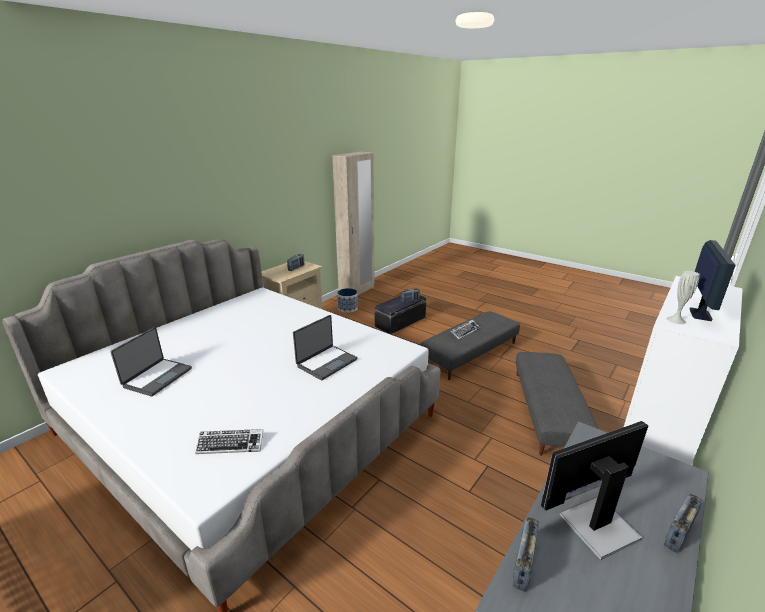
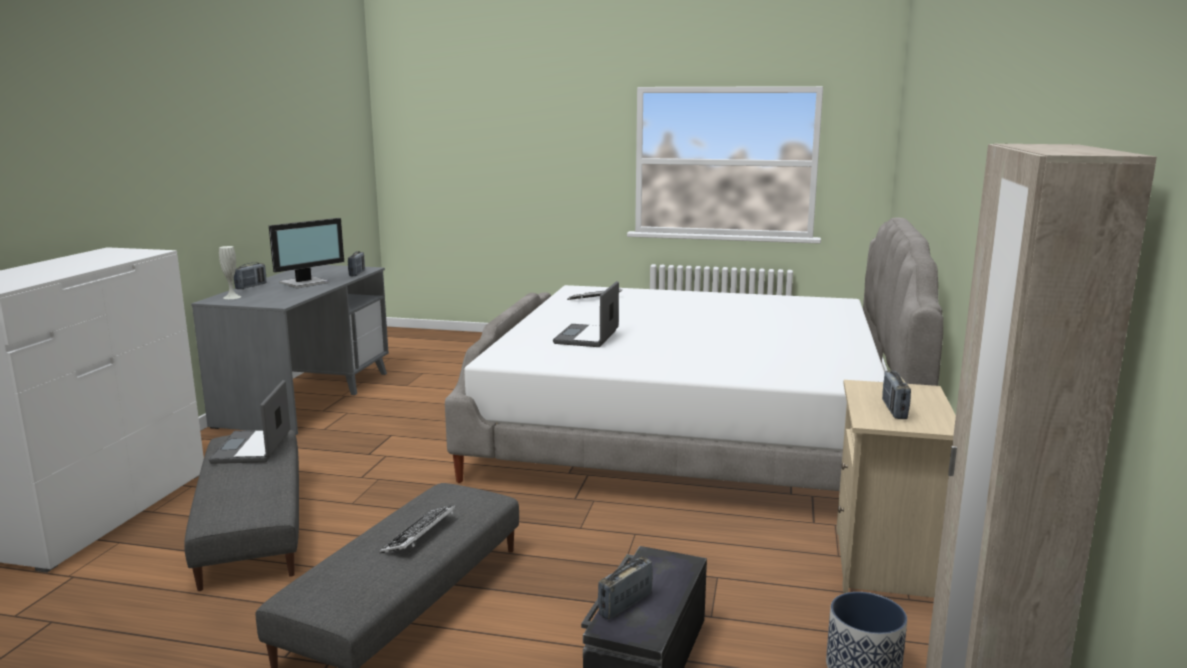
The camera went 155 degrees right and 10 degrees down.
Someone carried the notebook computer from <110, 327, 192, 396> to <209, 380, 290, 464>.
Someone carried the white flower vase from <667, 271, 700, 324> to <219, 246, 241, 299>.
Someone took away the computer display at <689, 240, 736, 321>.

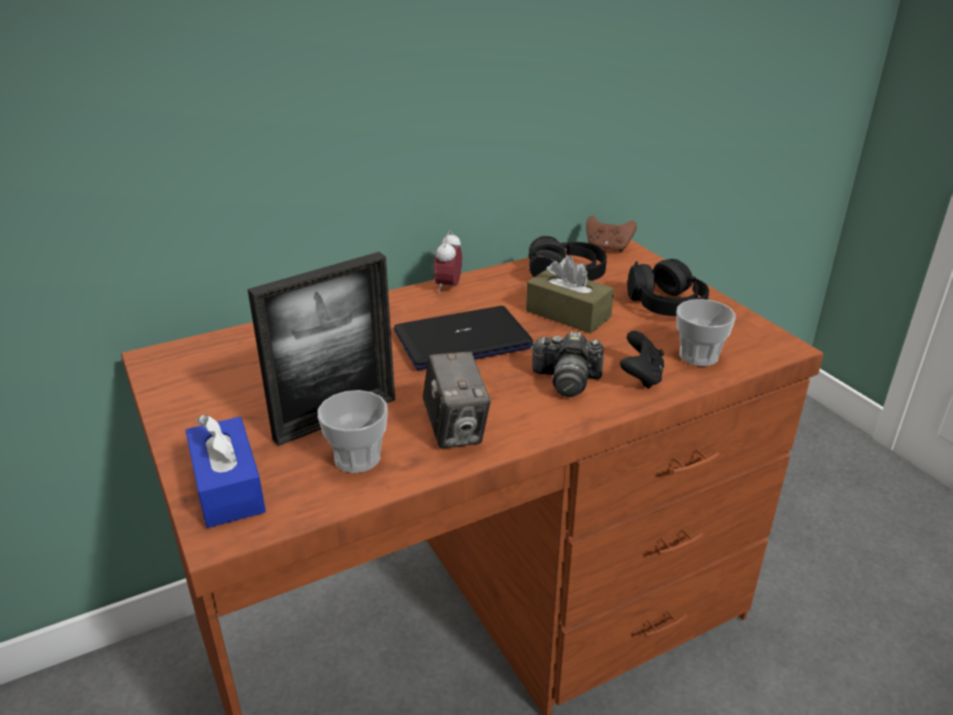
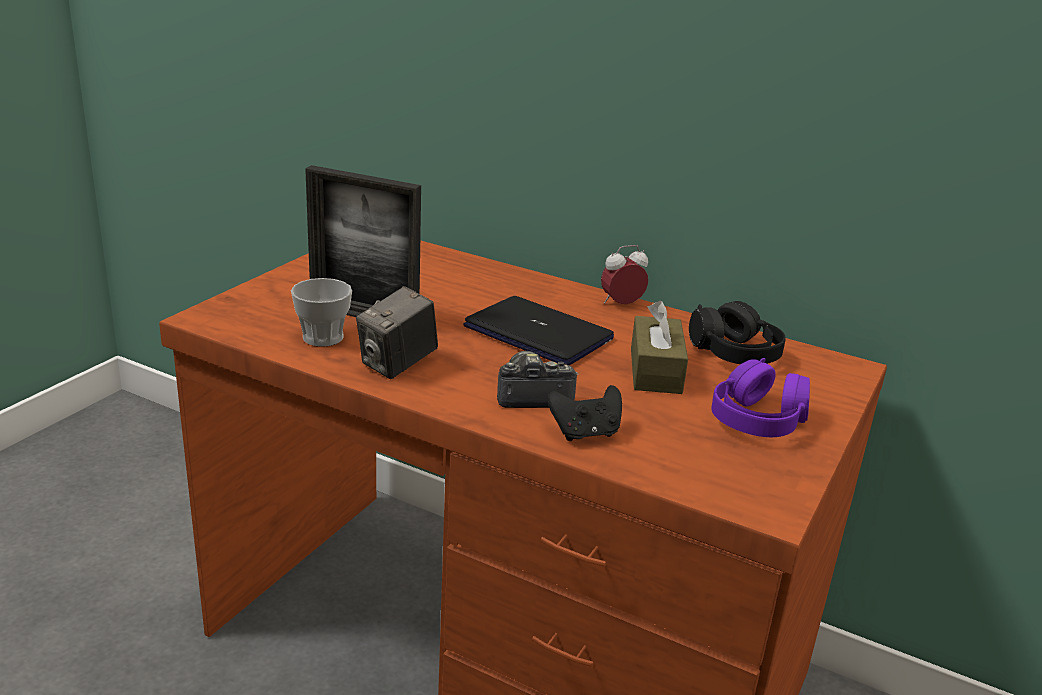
The camera went 55 degrees right and 5 degrees down.
Someone rotated the still camera at <530, 331, 604, 397> by 105 degrees clockwise.
Someone repainted the black-coloured pair of headphones at <627, 259, 709, 316>, which became the purplish pair of headphones at <711, 358, 810, 437>.
Someone took away the blue-coloured box of tissues at <185, 414, 266, 528>.
Someone took away the brown-coloured gamepad at <586, 216, 637, 253>.
Someone took away the cup at <676, 299, 736, 366>.

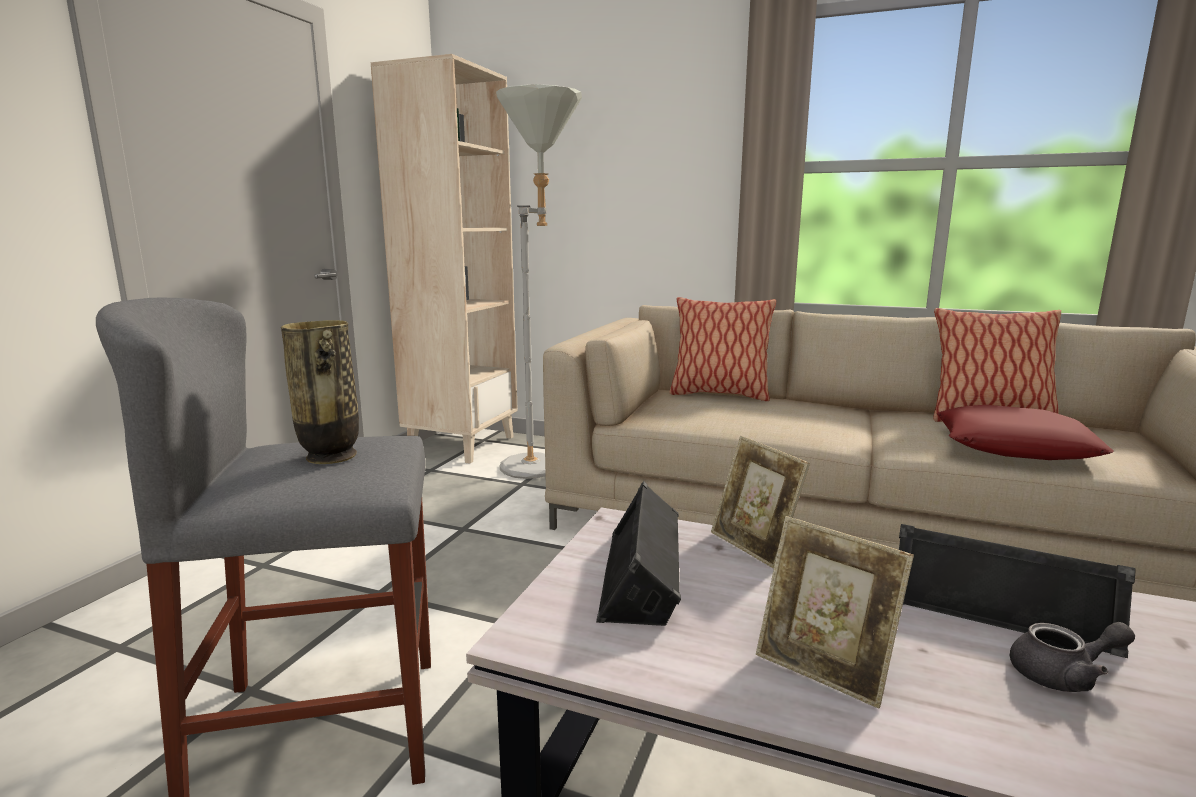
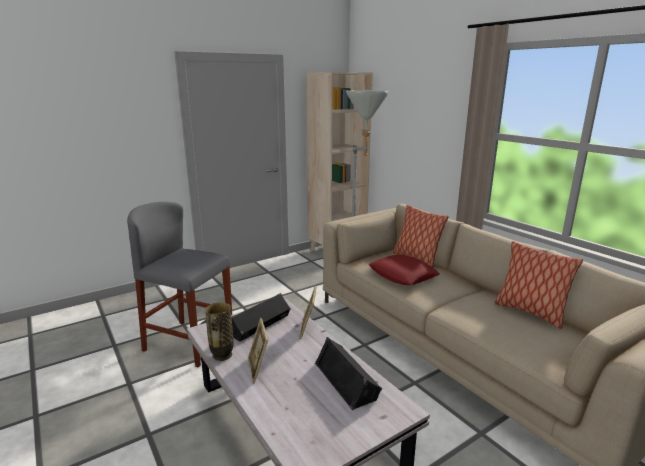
The camera went 35 degrees right and 5 degrees up.
Someone carried the flower vase from <281, 320, 359, 464> to <205, 302, 234, 361>.
Someone carried the red cushion from <937, 405, 1114, 460> to <369, 255, 440, 285>.
Someone took away the greyish tea pot at <1010, 622, 1135, 692>.

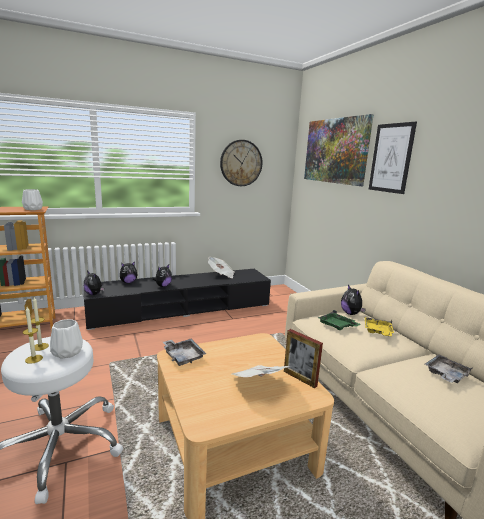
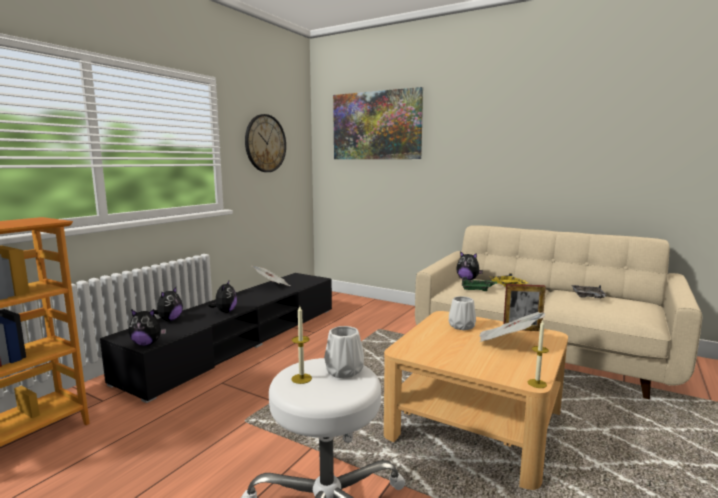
The camera went 35 degrees left and 5 degrees down.
Someone carried the white flower vase from <22, 189, 43, 210> to <449, 296, 476, 330>.
Someone carried the candle from <22, 307, 43, 364> to <528, 320, 549, 388>.
Someone took away the greyish carrying tray at <163, 339, 206, 366>.
Someone took away the wall art at <369, 122, 417, 194>.

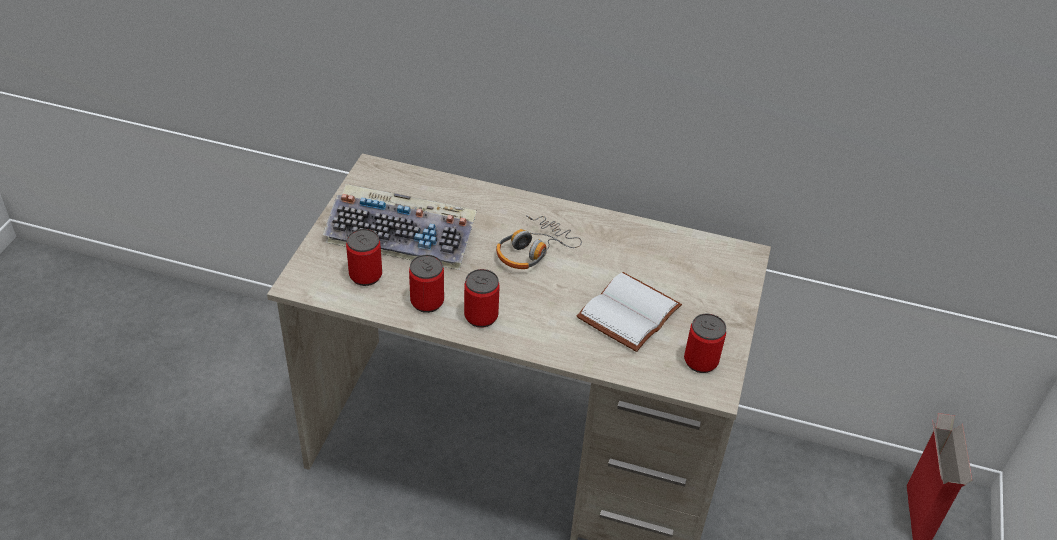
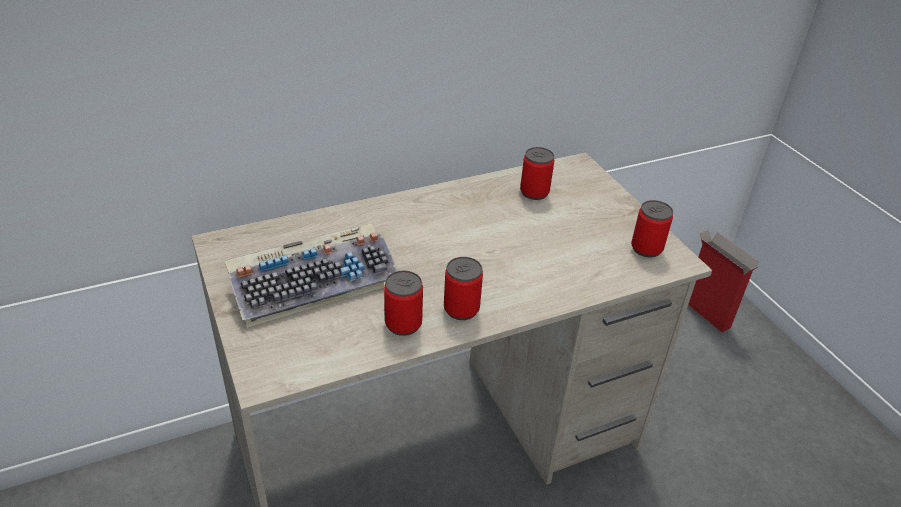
The camera went 40 degrees left and 5 degrees down.
Someone carried the metal can from <346, 229, 382, 286> to <520, 147, 554, 200>.
Someone took away the pair of headphones at <496, 215, 582, 269>.
Someone took away the white book at <577, 272, 682, 352>.

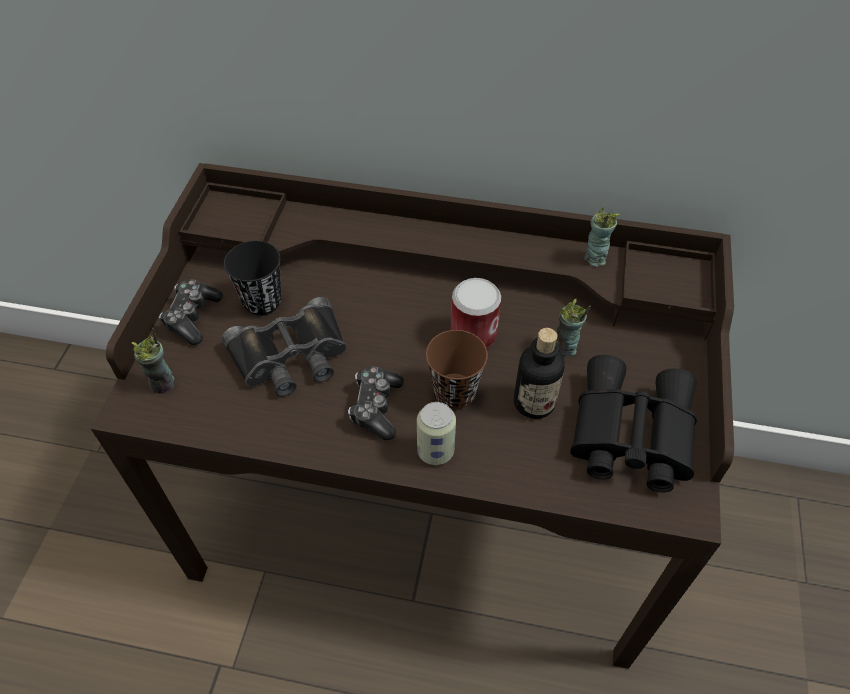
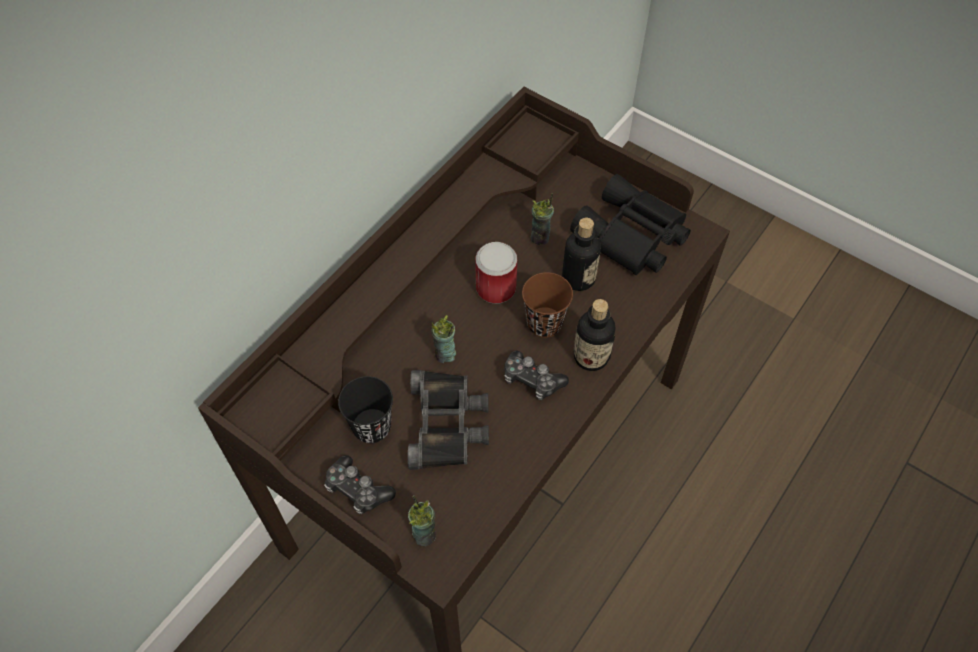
The camera went 65 degrees left and 5 degrees up.
Someone carried the cup from <584, 207, 620, 267> to <431, 315, 456, 363>.
Someone swapped the metal can at <417, 402, 456, 465> for the bottle at <574, 299, 615, 371>.

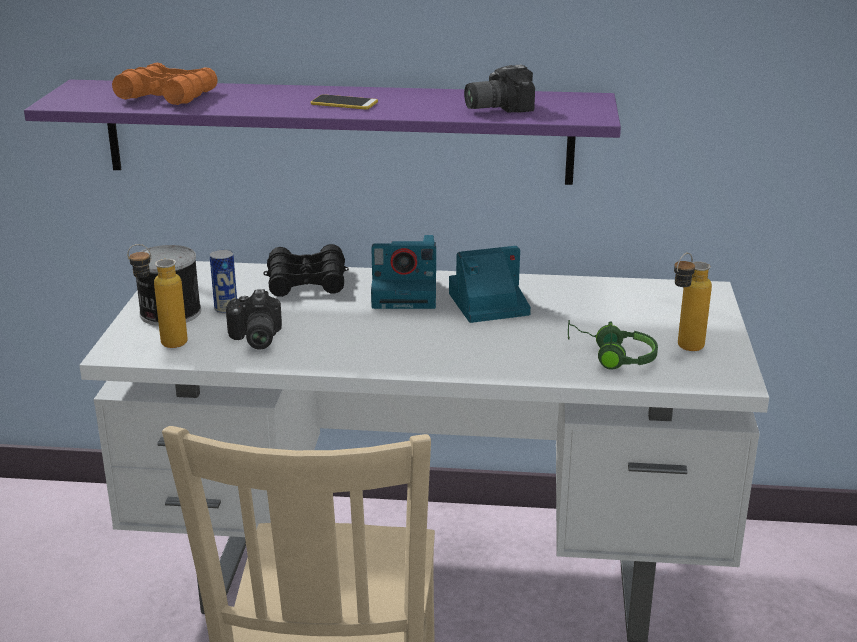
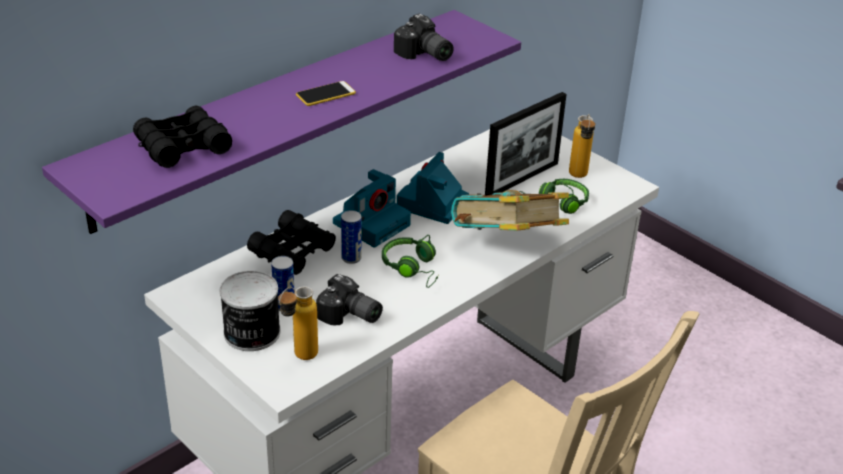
The camera went 50 degrees left and 10 degrees up.
Someone repainted the orange-coloured pair of binoculars at <112, 63, 218, 105>, which became the black-coloured pair of binoculars at <133, 106, 232, 168>.
Someone put down the metal can at <341, 210, 362, 264>.
Someone put down the green-coloured pair of headphones at <382, 235, 439, 288>.
Someone rotated the still camera at <464, 65, 535, 113> by 60 degrees counterclockwise.
Someone put down the book at <451, 190, 569, 230>.
Someone put down the photo frame at <485, 92, 567, 195>.

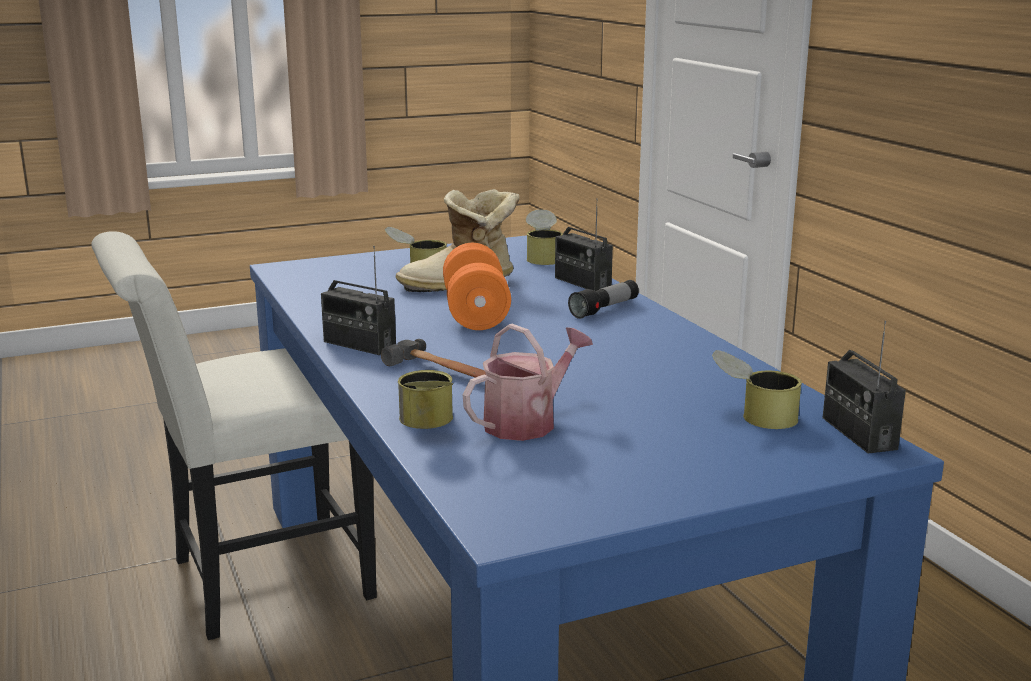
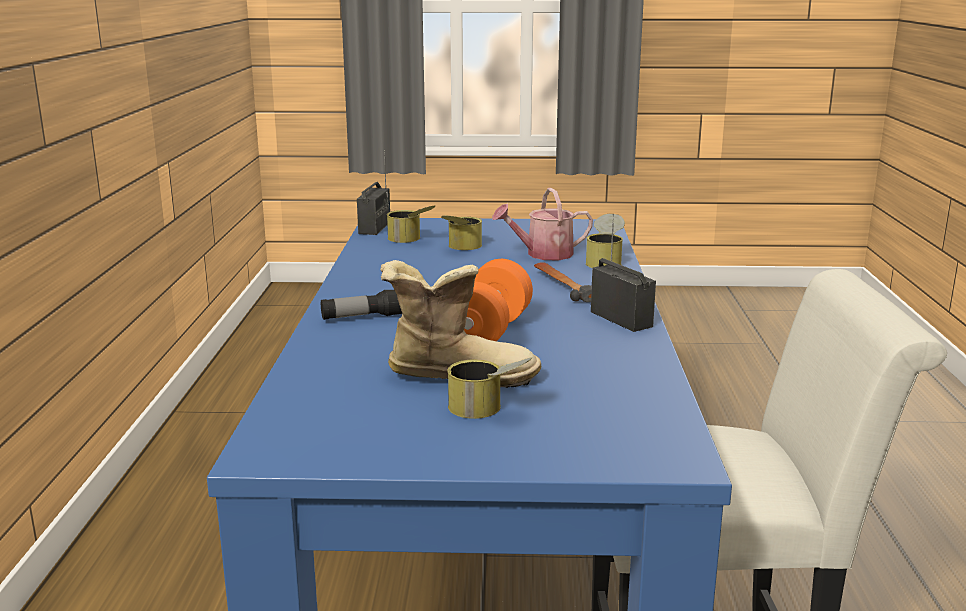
The camera went 155 degrees left and 0 degrees up.
Someone carried the metal can from <526, 209, 563, 265> to <441, 215, 482, 250>.
Someone took away the radio receiver at <555, 198, 613, 291>.

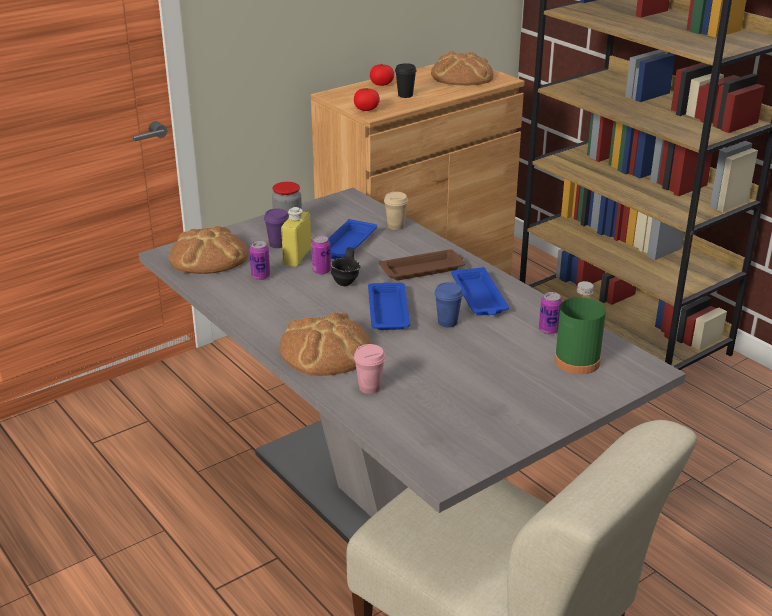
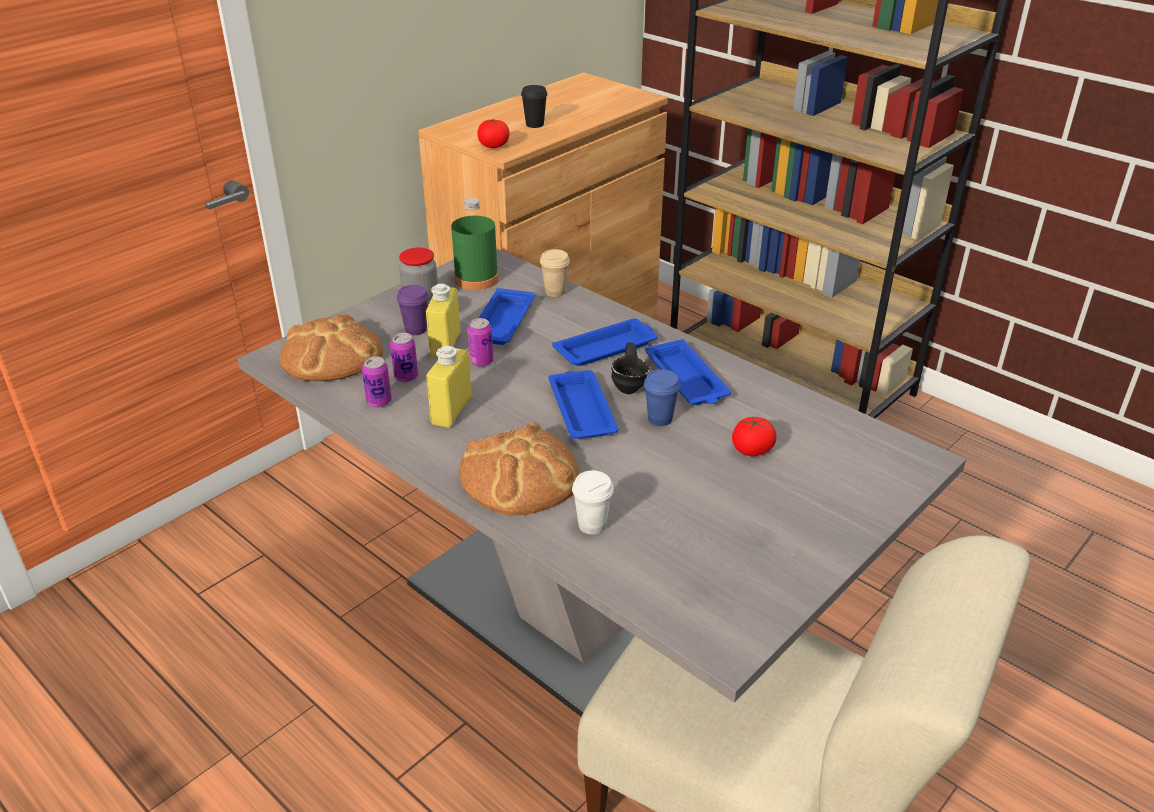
The camera went 10 degrees left and 5 degrees up.
Someone carried the metal can from <539, 292, 562, 334> to <362, 356, 392, 407>.
Someone put down the yellow-coloured bottle at <426, 346, 472, 428>.
Someone carried the green-coloured bottle from <554, 281, 606, 374> to <451, 198, 499, 290>.
Someone repainted the brown-coloured carrying tray at <379, 249, 465, 280>, which became the blue-coloured carrying tray at <552, 318, 658, 366>.
Someone repainted the pink cup at <354, 344, 385, 394>, which became the white cup at <572, 470, 614, 535>.
Someone carried the black-coloured mug from <330, 247, 360, 286> to <611, 343, 650, 394>.
Someone carried the tomato from <370, 64, 394, 86> to <732, 416, 777, 456>.
Someone took away the bread at <431, 51, 493, 86>.

